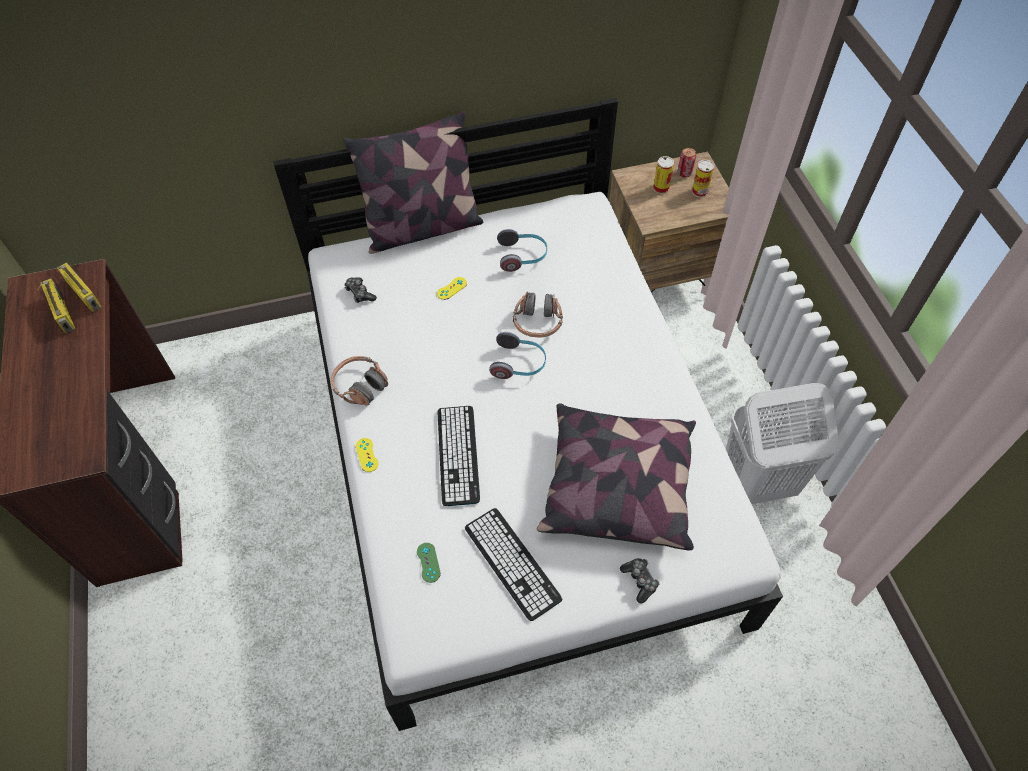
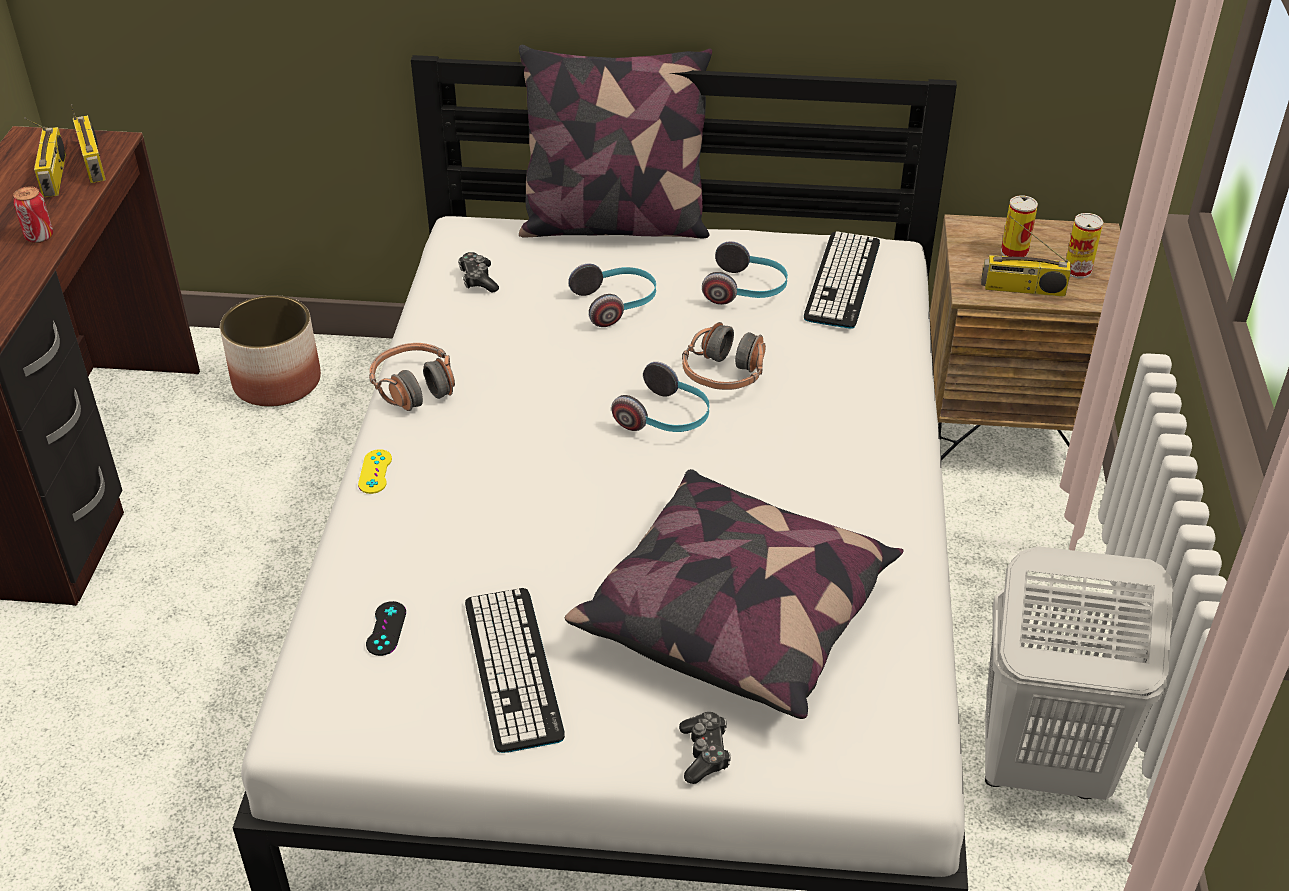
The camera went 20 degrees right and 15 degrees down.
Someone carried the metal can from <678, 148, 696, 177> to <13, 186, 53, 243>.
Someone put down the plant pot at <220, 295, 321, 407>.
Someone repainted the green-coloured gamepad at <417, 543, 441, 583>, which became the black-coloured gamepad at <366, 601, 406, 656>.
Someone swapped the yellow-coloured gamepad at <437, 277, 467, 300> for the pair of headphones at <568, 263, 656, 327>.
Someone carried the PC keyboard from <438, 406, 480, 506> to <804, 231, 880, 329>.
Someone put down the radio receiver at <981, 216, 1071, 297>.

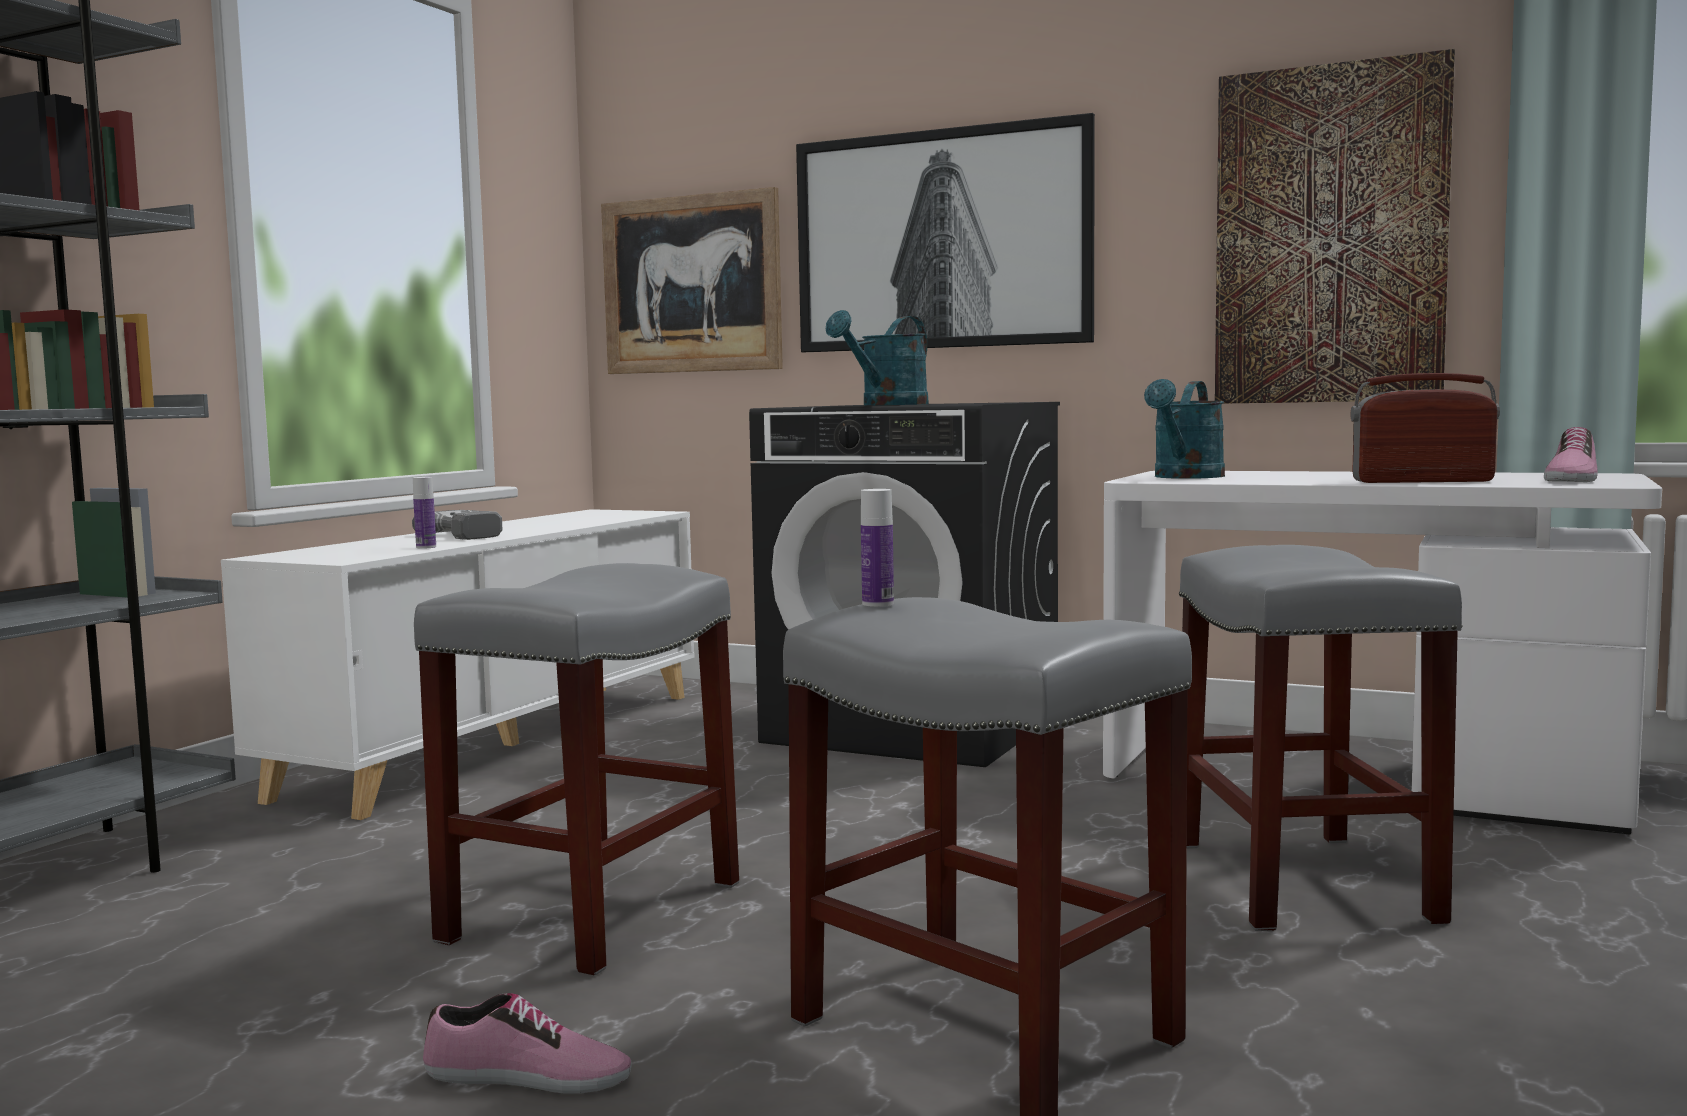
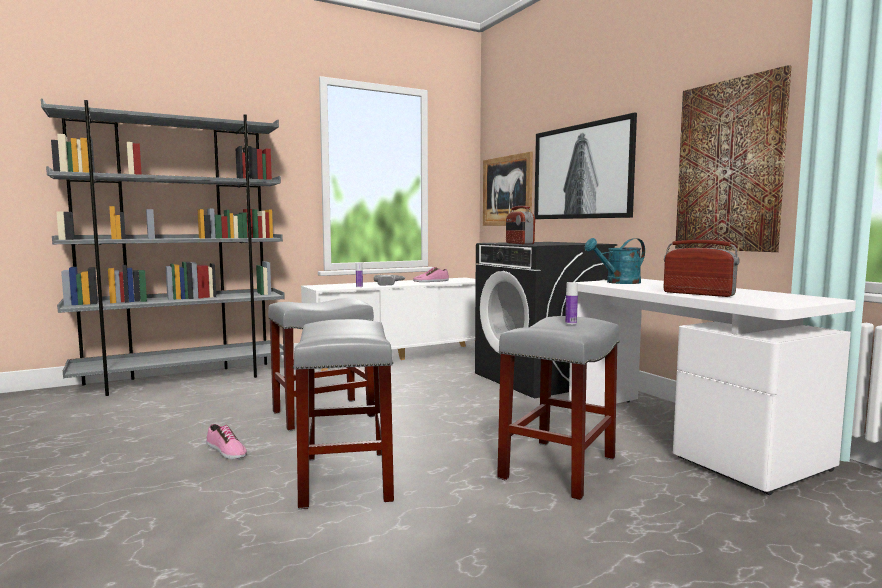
The camera went 35 degrees right and 0 degrees up.
Someone carried the shoe from <1544, 427, 1598, 482> to <413, 267, 449, 282>.
Someone swapped the blue-green watering pot at <826, 310, 929, 406> for the radio receiver at <506, 206, 535, 244>.
Someone carried the bottle from <861, 489, 894, 607> to <565, 282, 578, 324>.

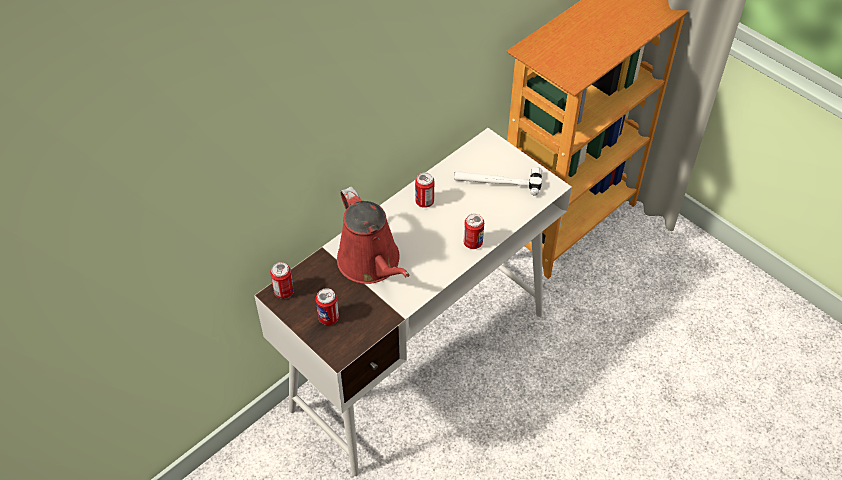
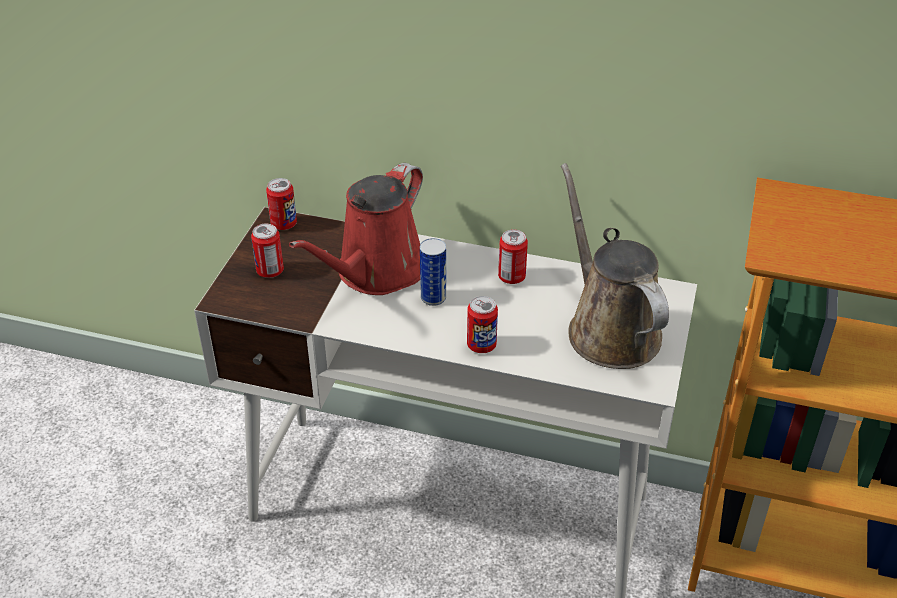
The camera went 60 degrees right and 10 degrees down.
Someone put down the metal can at <420, 238, 446, 306>.
Someone swapped the hand hammer at <454, 167, 542, 196> for the brown-coloured watering pot at <561, 163, 669, 369>.

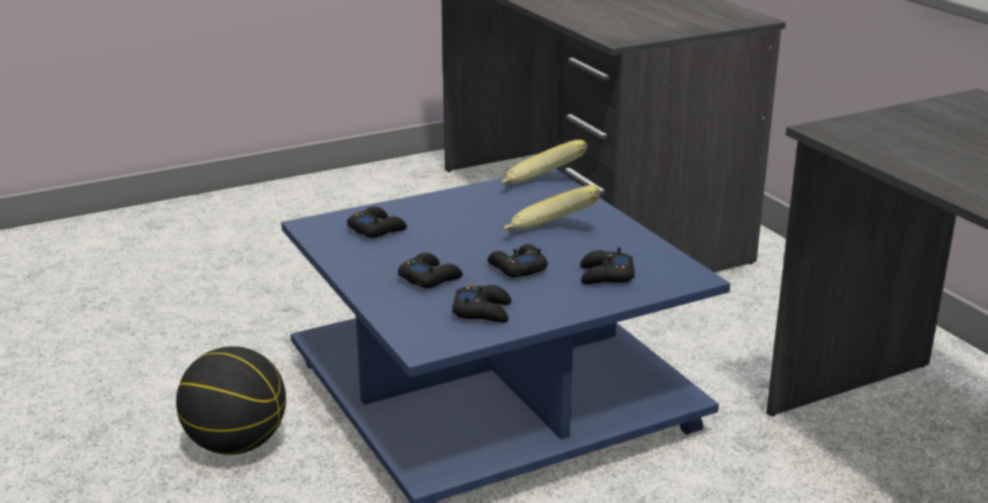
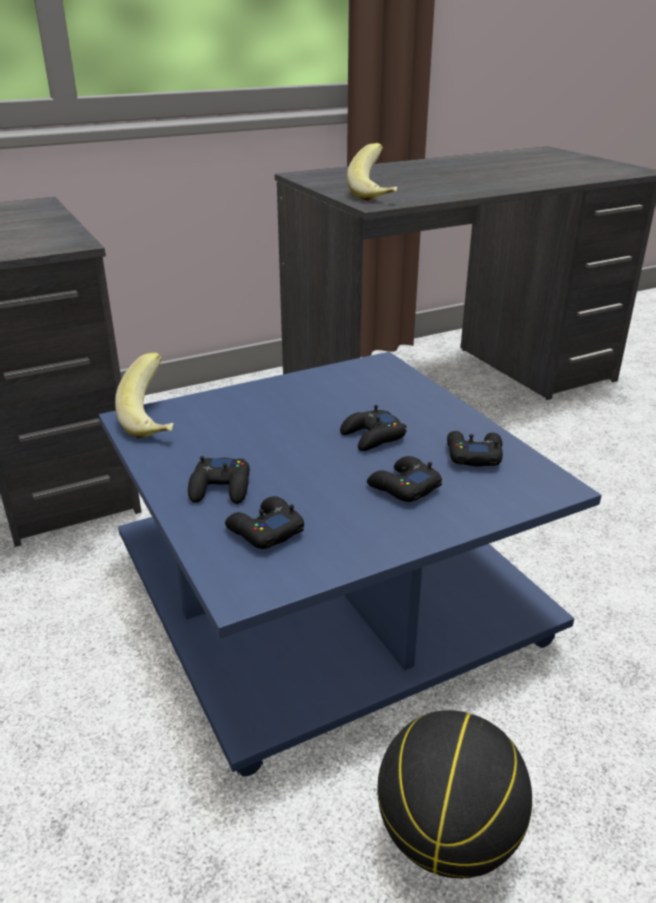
The camera went 90 degrees left and 5 degrees up.
Someone carried the black-coloured gamepad from <580, 247, 635, 284> to <188, 456, 250, 504>.
Someone carried the banana fruit from <503, 185, 601, 230> to <347, 143, 398, 200>.

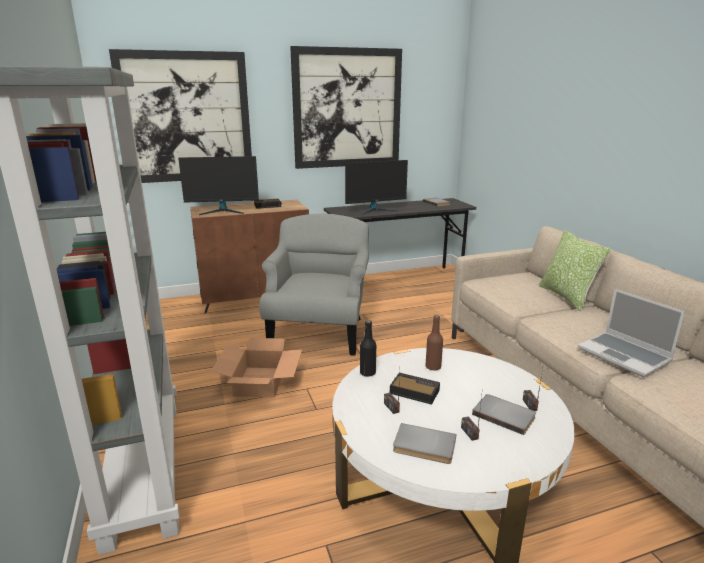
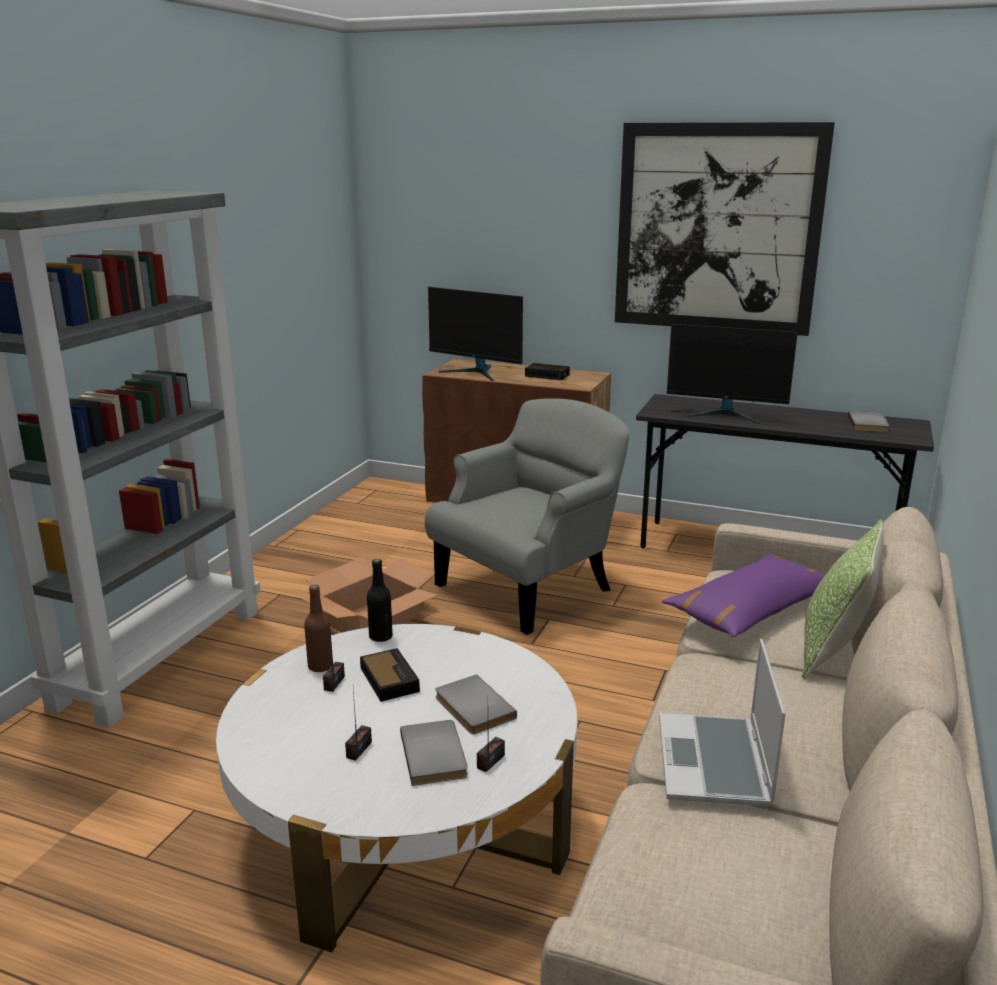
The camera went 40 degrees right and 0 degrees up.
Someone carried the brown-coloured bottle from <425, 315, 443, 371> to <304, 585, 333, 673>.
Someone carried the greyish book from <393, 423, 456, 464> to <435, 675, 517, 734>.
Someone put down the purplish cushion at <662, 553, 825, 637>.
Someone took away the wall art at <109, 49, 252, 183>.

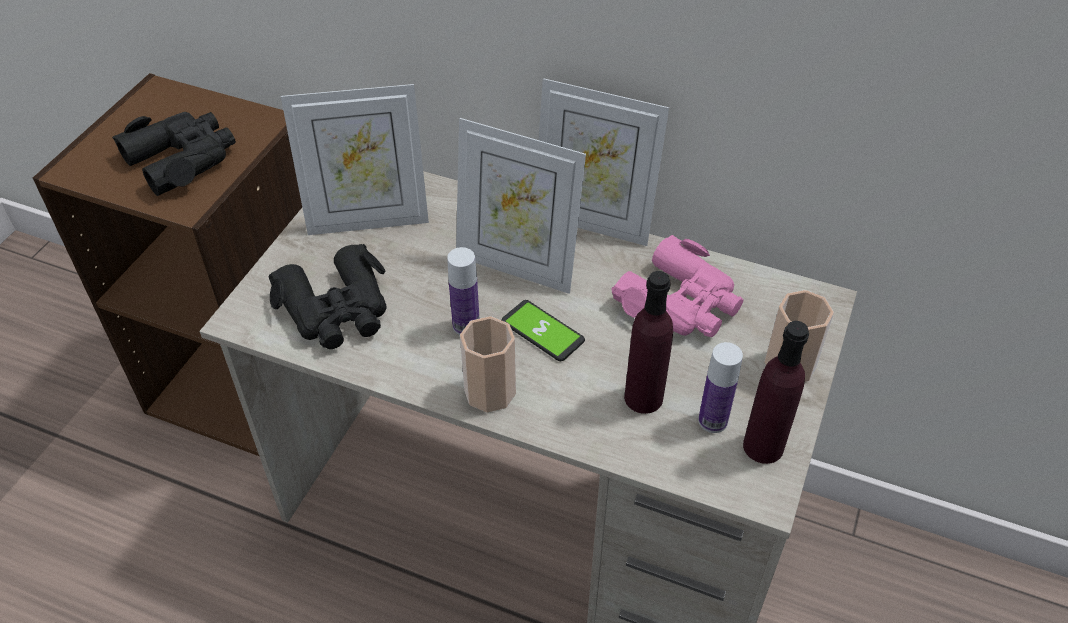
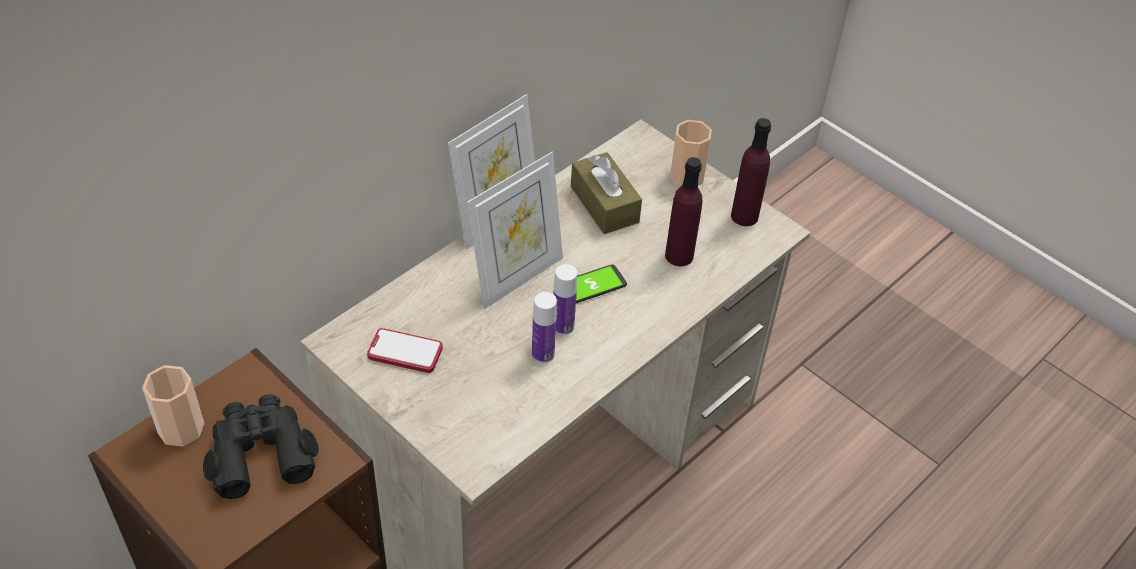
The camera went 70 degrees left and 0 degrees up.
Someone carried the cup from <460, 316, 516, 413> to <142, 365, 204, 446>.
Someone swapped the photo frame at <281, 84, 429, 235> for the phone at <367, 328, 443, 373>.
Someone carried the bottle from <698, 342, 743, 433> to <532, 292, 557, 363>.
Someone swapped the pink pair of binoculars at <611, 235, 744, 337> for the brown-coloured box of tissues at <571, 152, 642, 234>.
Someone took away the black-coloured pair of binoculars at <269, 244, 387, 349>.

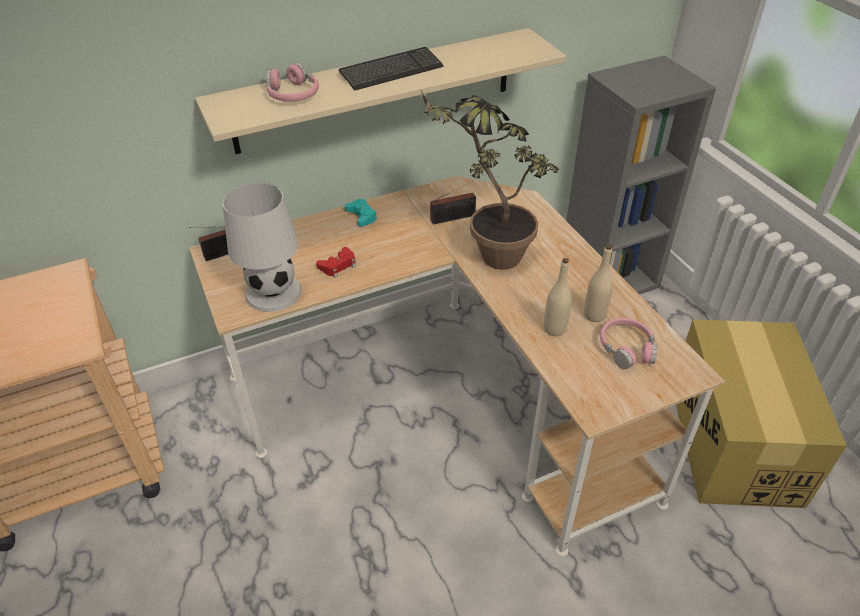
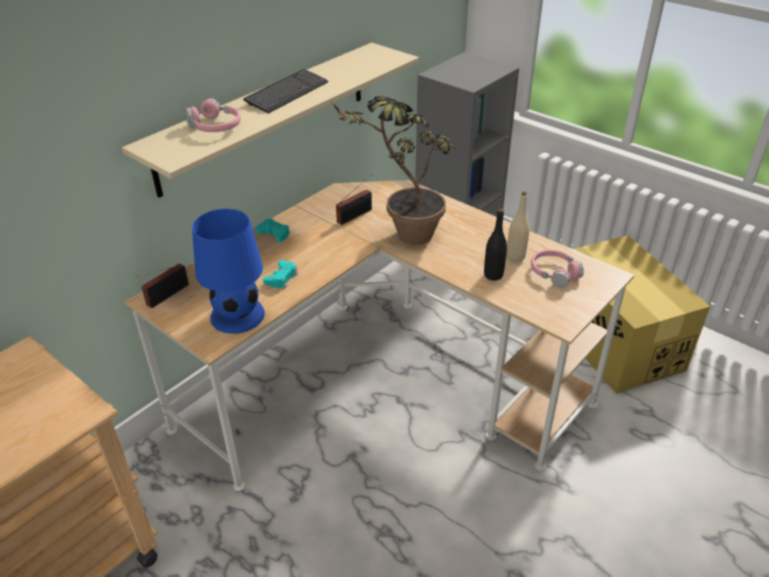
The camera went 25 degrees left and 5 degrees down.
Someone repainted the white table lamp at <222, 182, 301, 312>, which became the blue-coloured table lamp at <192, 209, 265, 334>.
Someone repainted the red gamepad at <316, 247, 356, 277>, which became the blue-green gamepad at <263, 260, 298, 288>.
Someone repainted the sand-coloured bottle at <544, 258, 572, 336>, which became the black-coloured bottle at <484, 209, 507, 281>.

